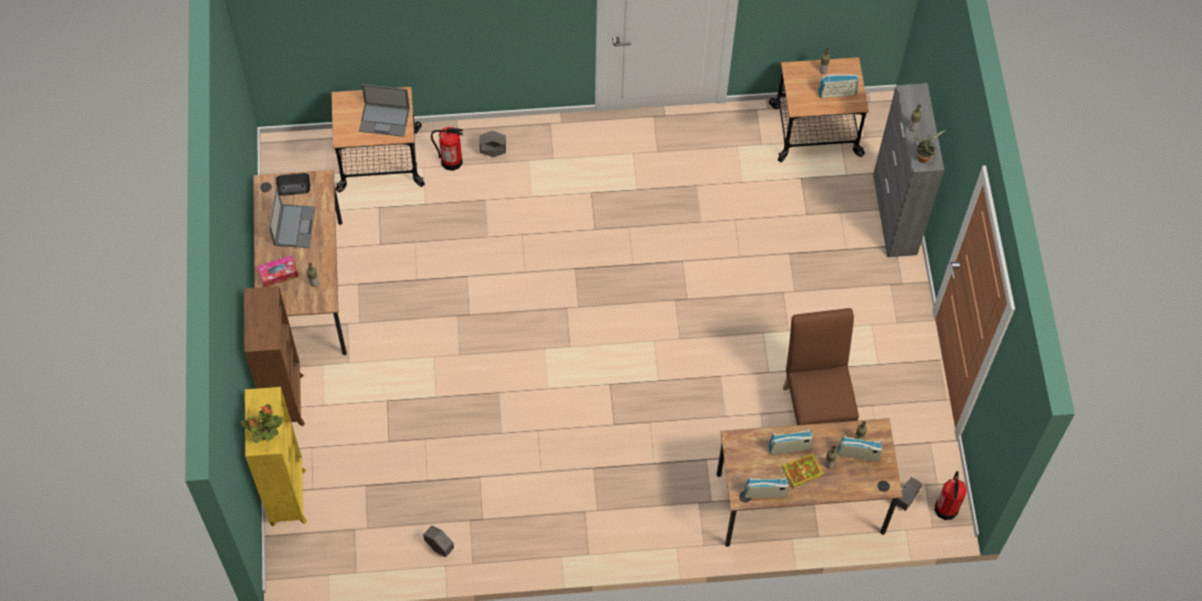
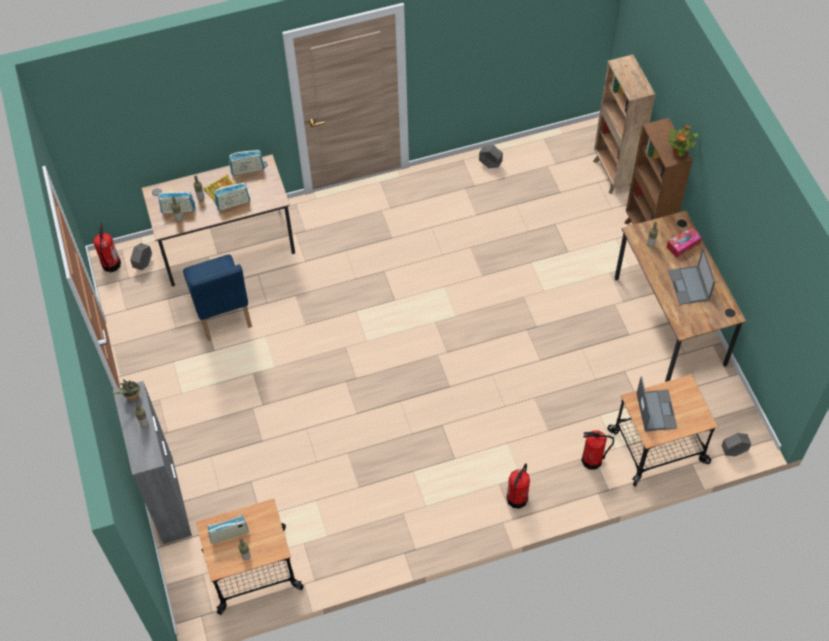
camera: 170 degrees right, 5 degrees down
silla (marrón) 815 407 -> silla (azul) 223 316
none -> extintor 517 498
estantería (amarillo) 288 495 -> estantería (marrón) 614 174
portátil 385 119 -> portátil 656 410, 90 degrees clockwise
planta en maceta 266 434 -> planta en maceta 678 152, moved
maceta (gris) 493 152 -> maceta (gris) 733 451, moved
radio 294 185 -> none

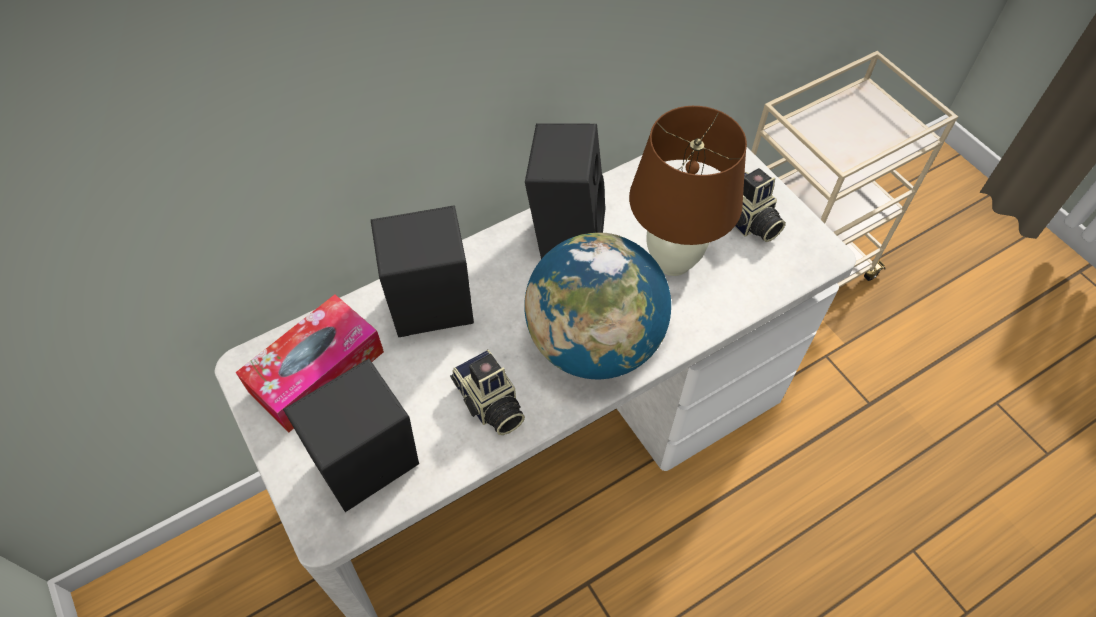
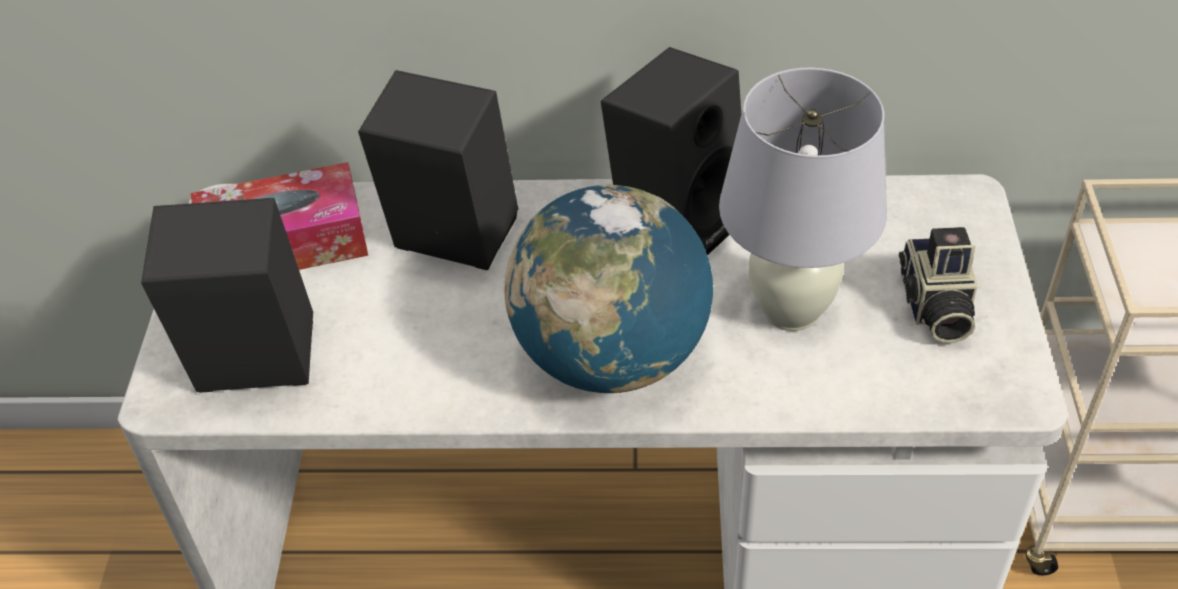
camera: 35 degrees right, 10 degrees down
lámpara de mesa (marrón) 673 261 -> lámpara de mesa (blanco) 791 311
cámara 489 404 -> none

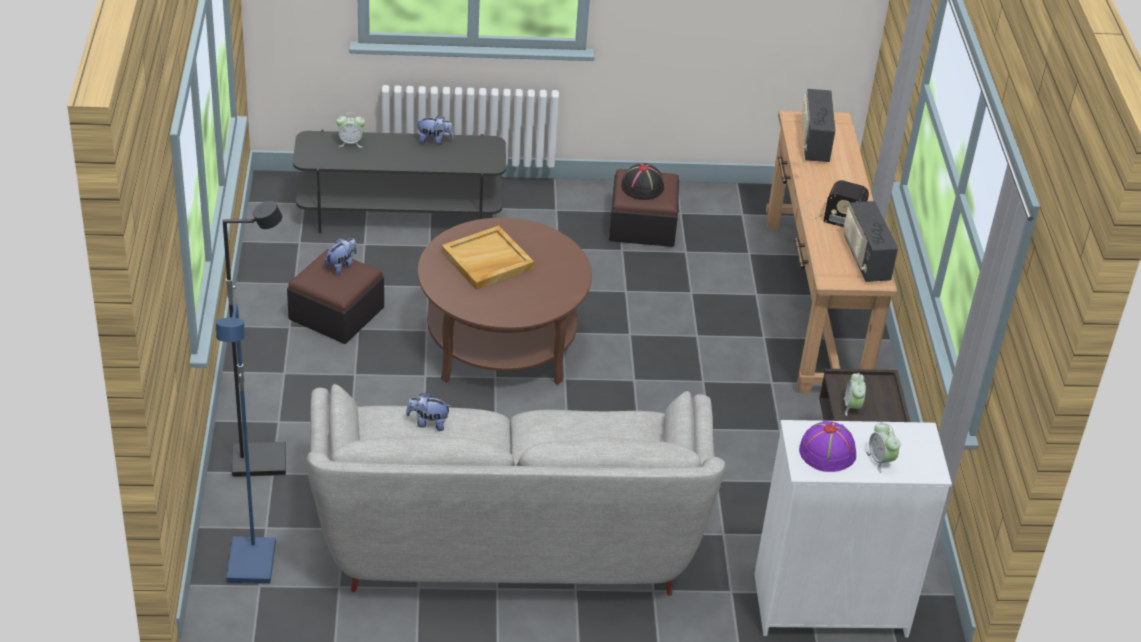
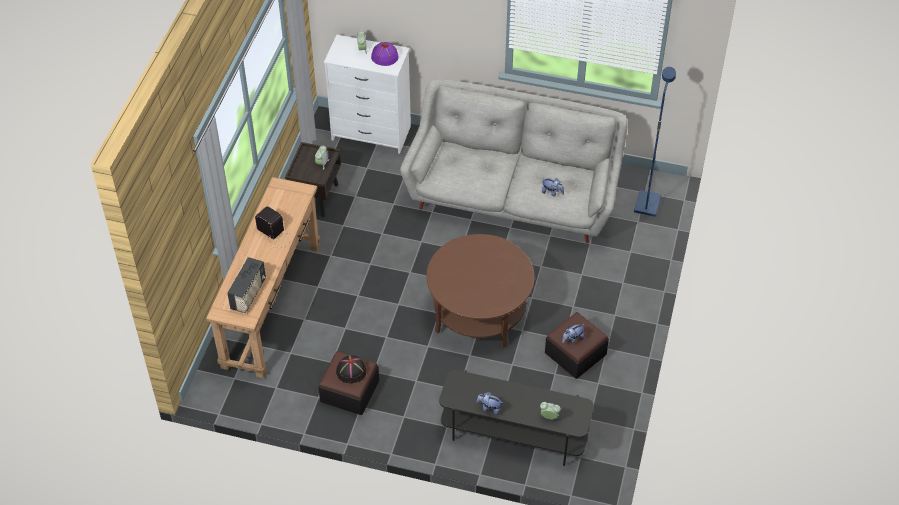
camera: 160 degrees left, 10 degrees up
lámpara de pie (negro) 260 461 -> none
bandeja (beis) 487 261 -> none
radio 865 259 -> none

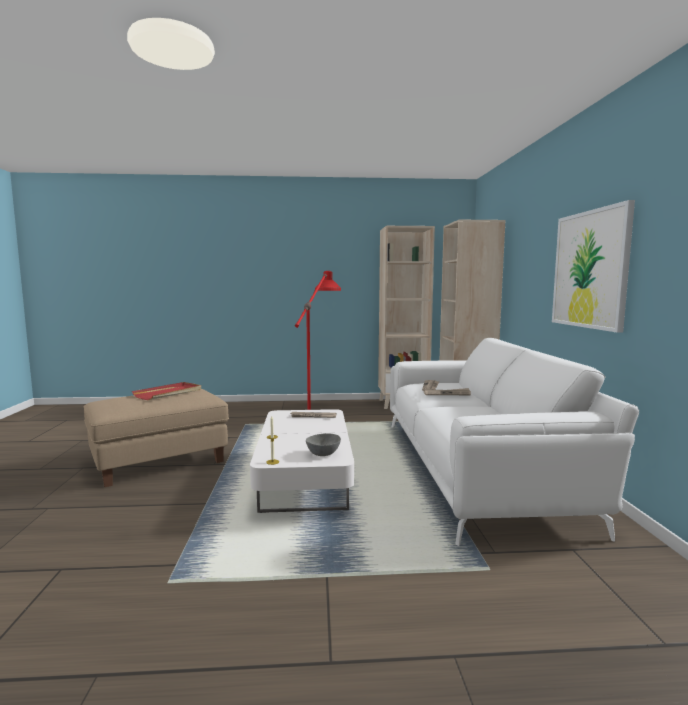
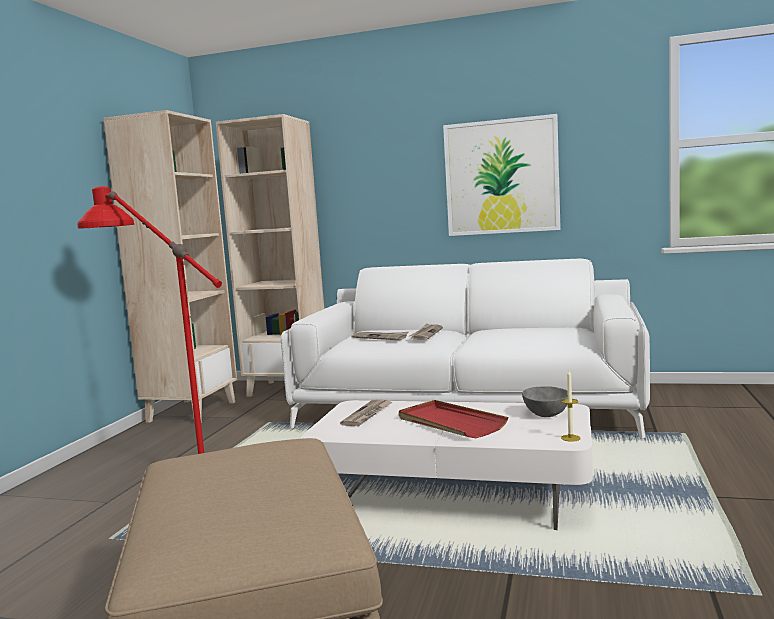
camera: 70 degrees left, 0 degrees up
bandeja (rojo) 169 393 -> bandeja (rojo) 450 423, moved

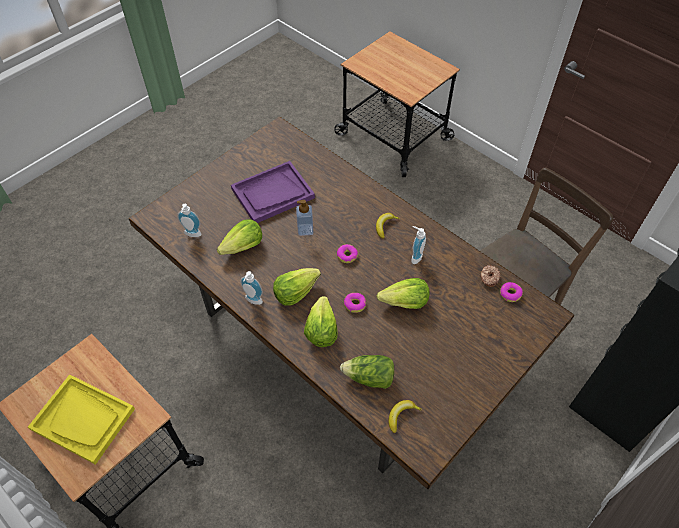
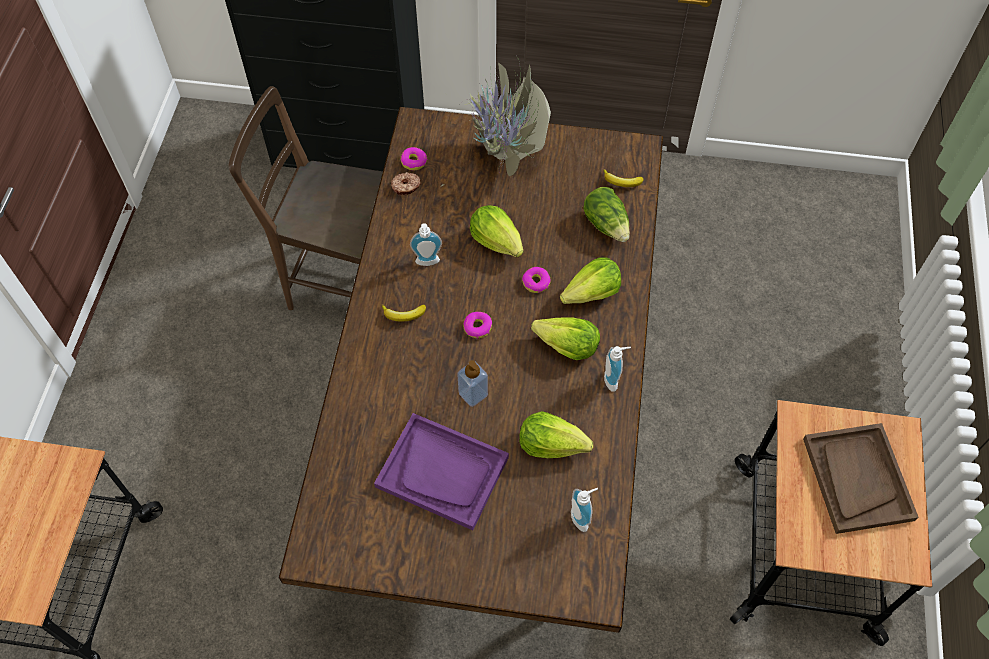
camera: 125 degrees left, 5 degrees up
none -> planta en maceta 505 159
bandeja (amarillo) 83 419 -> bandeja (marrón) 857 478

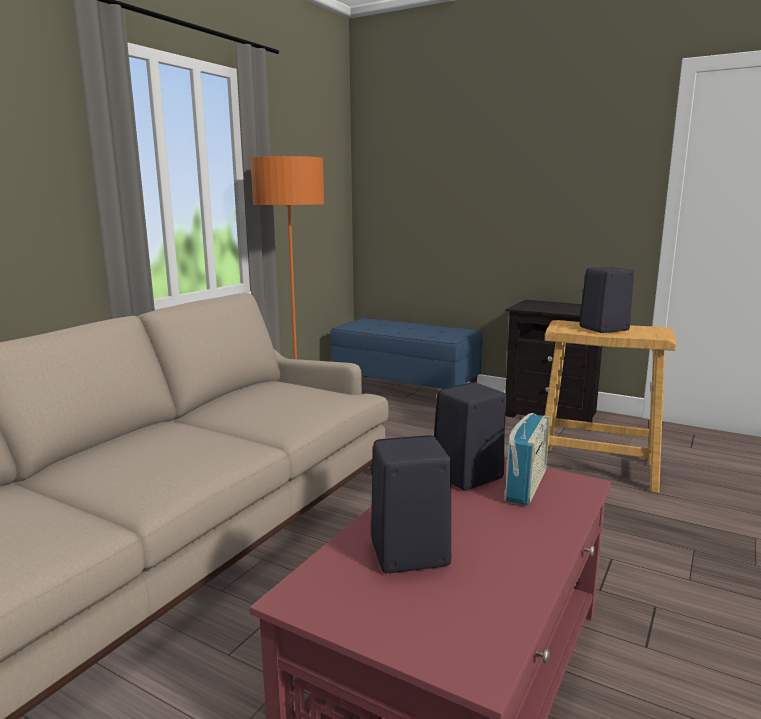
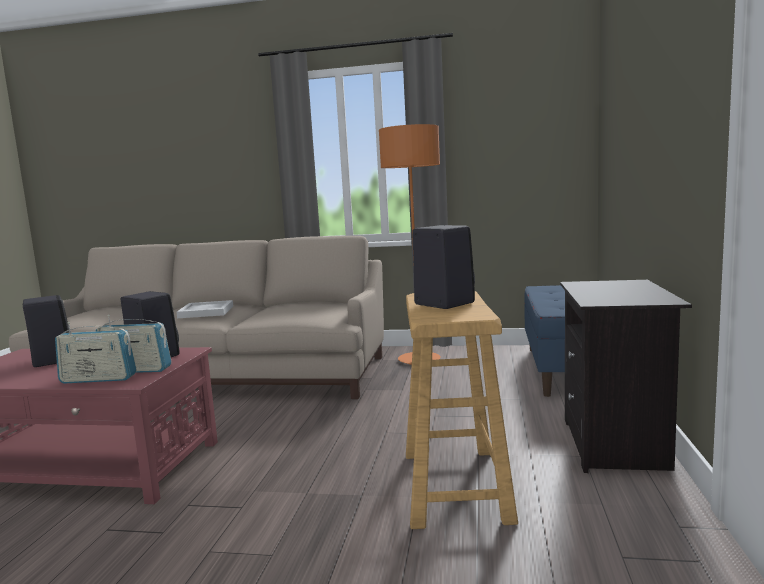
camera: 70 degrees right, 5 degrees down
none -> radio 98 379
none -> bandeja (blanco) 205 312

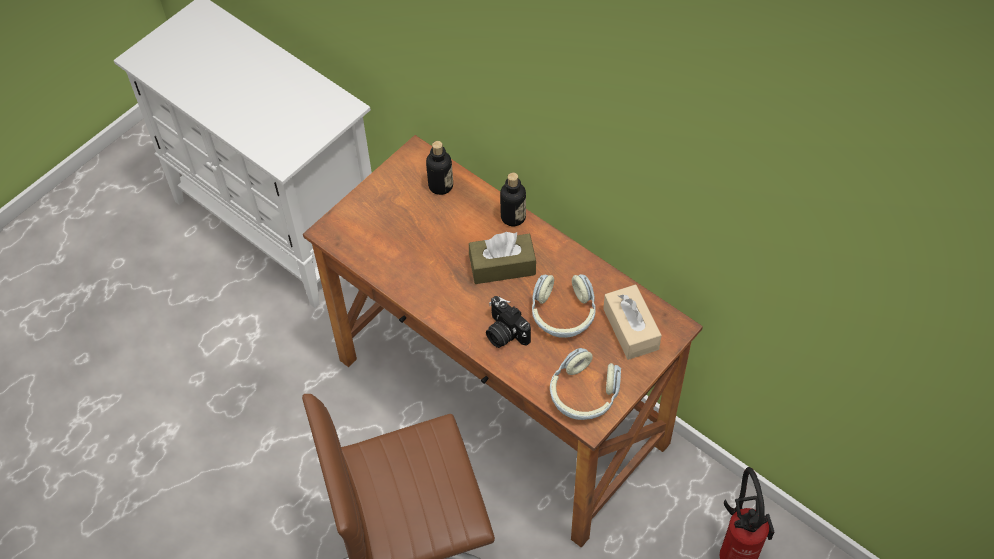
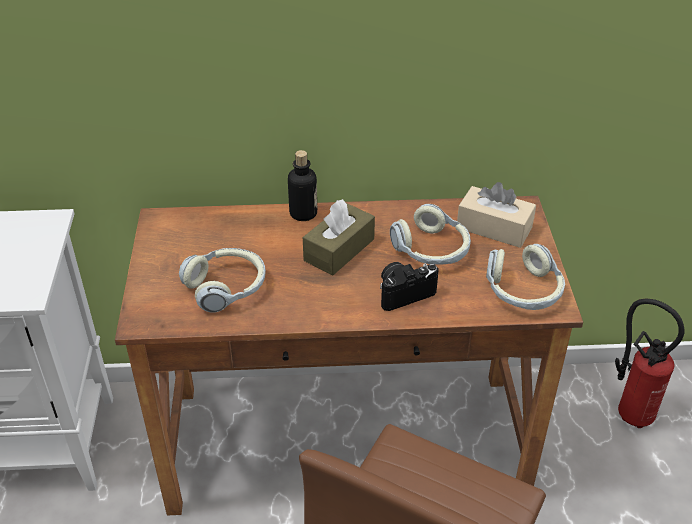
camera: 45 degrees left, 15 degrees down
none -> auriculares 226 288
cámara 504 333 -> cámara 404 293, 150 degrees clockwise
botella 441 186 -> none

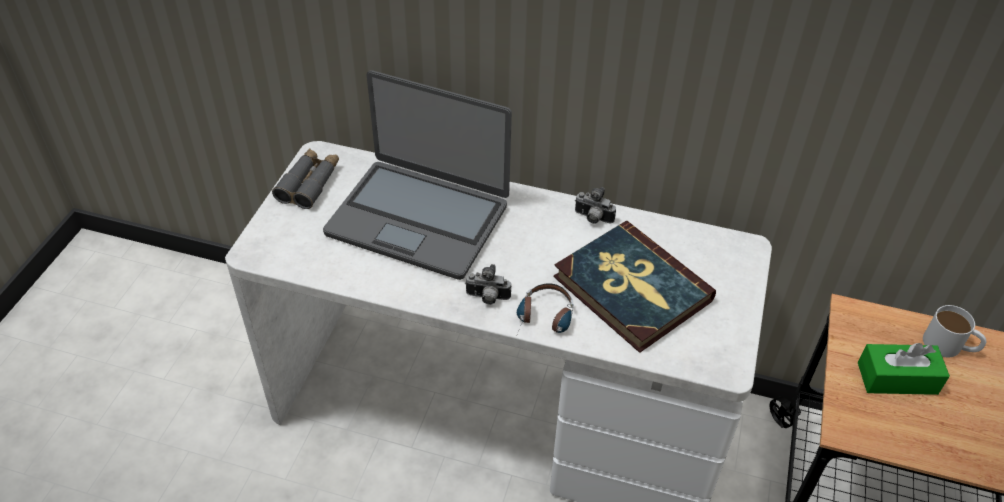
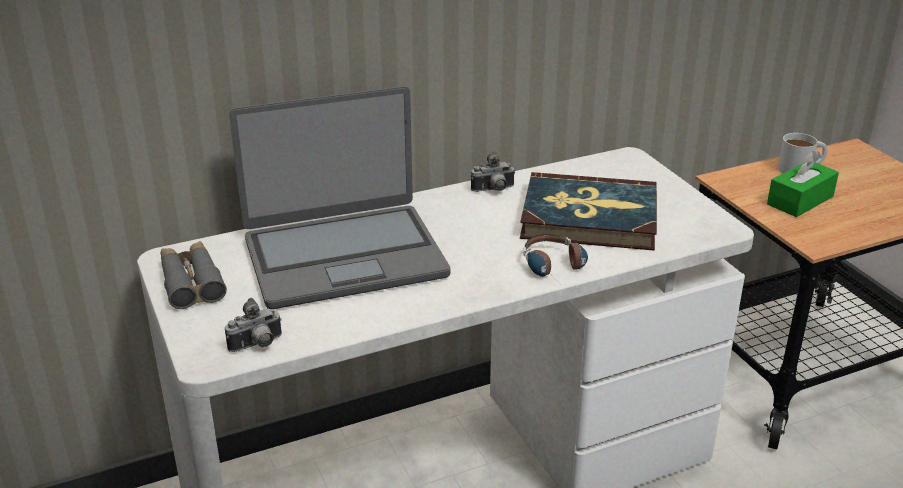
camera: 40 degrees left, 15 degrees down
cámara 487 298 -> cámara 257 345, moved

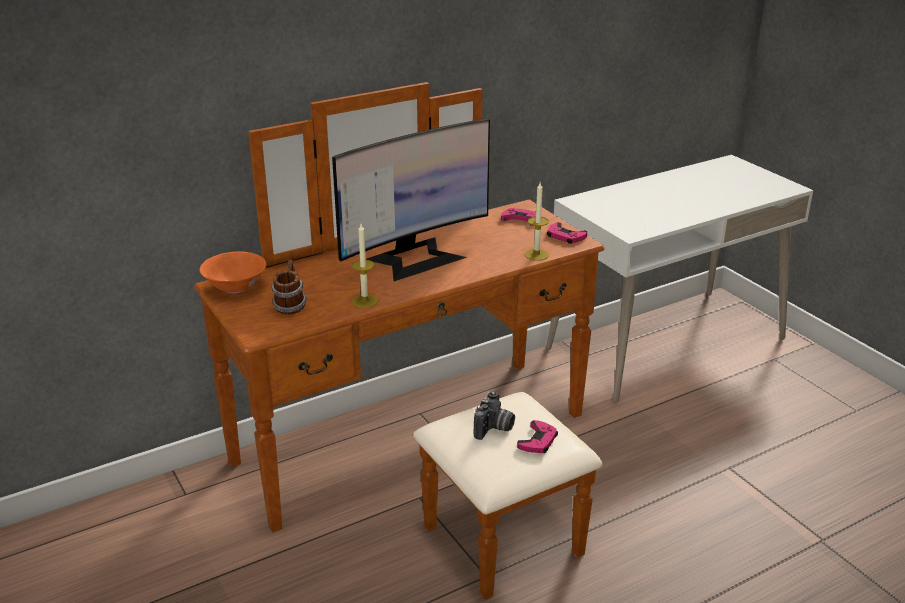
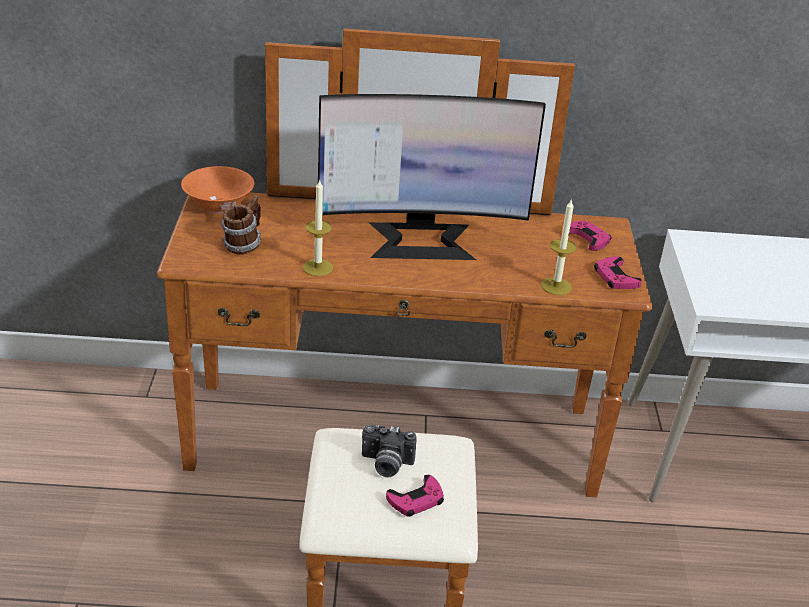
camera: 30 degrees right, 5 degrees up
cámara 494 429 -> cámara 385 465, 45 degrees clockwise

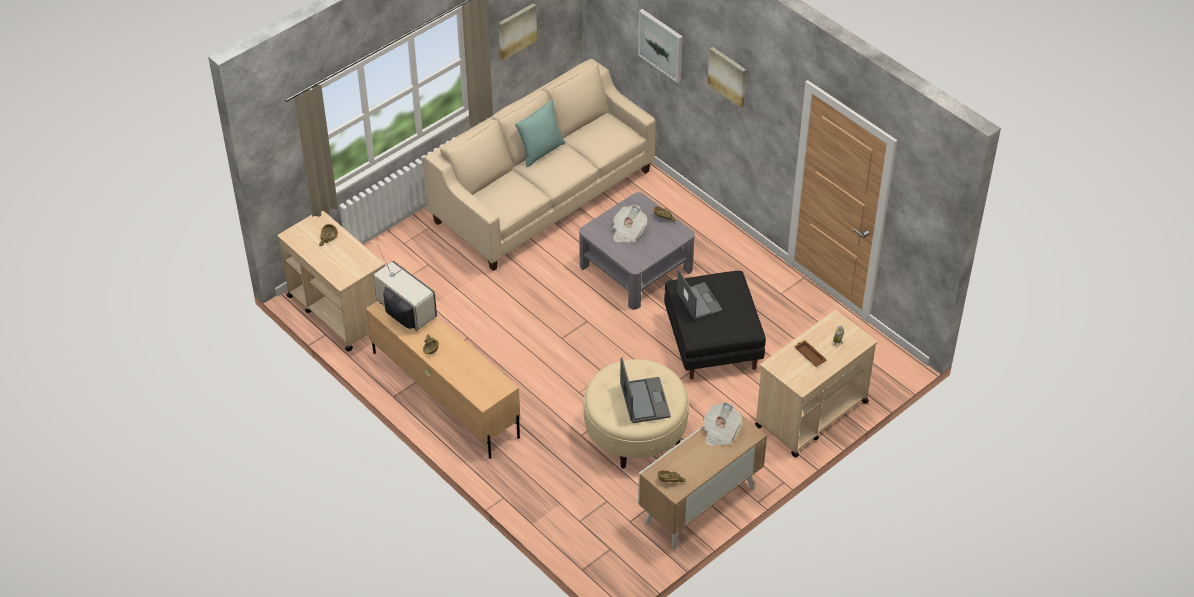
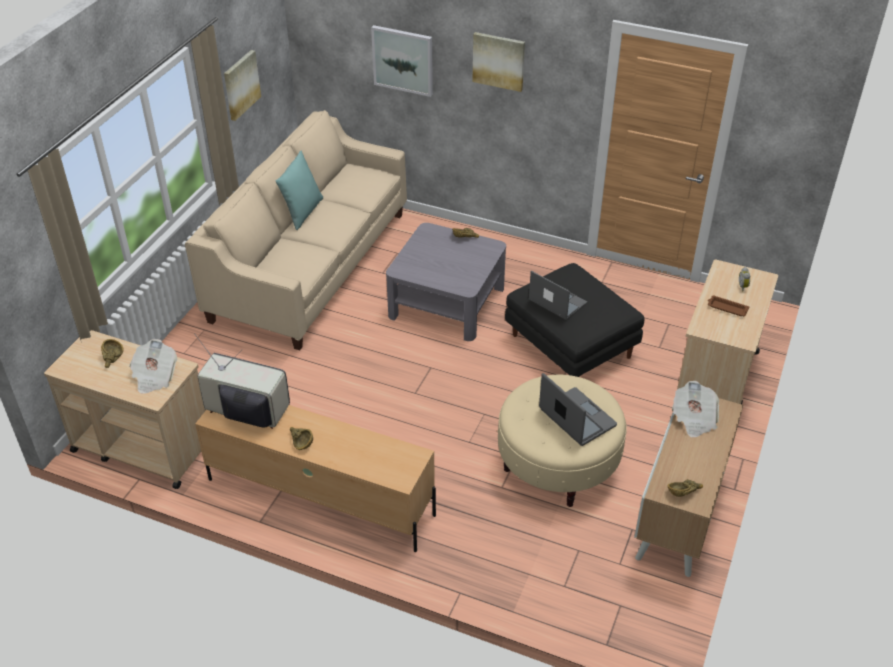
camera: 25 degrees left, 5 degrees down
periódico 628 232 -> periódico 154 376, moved

